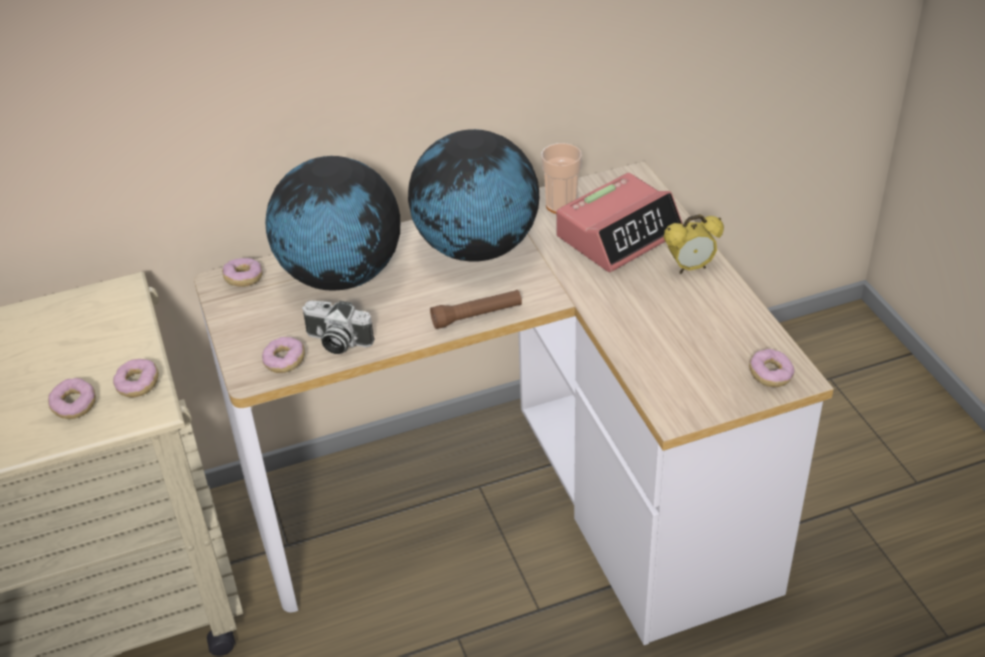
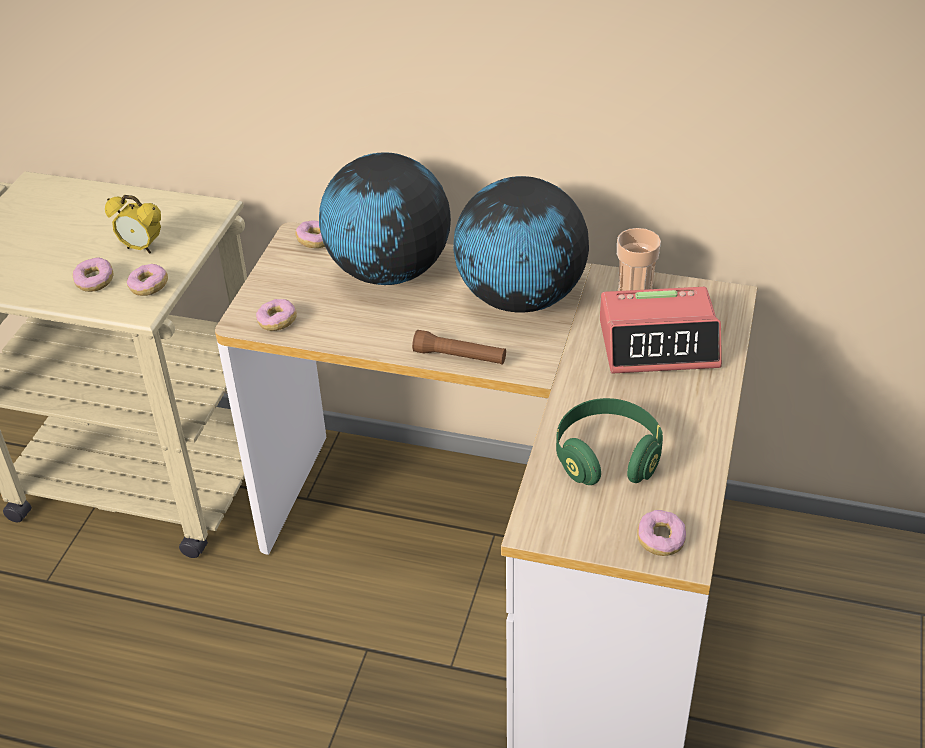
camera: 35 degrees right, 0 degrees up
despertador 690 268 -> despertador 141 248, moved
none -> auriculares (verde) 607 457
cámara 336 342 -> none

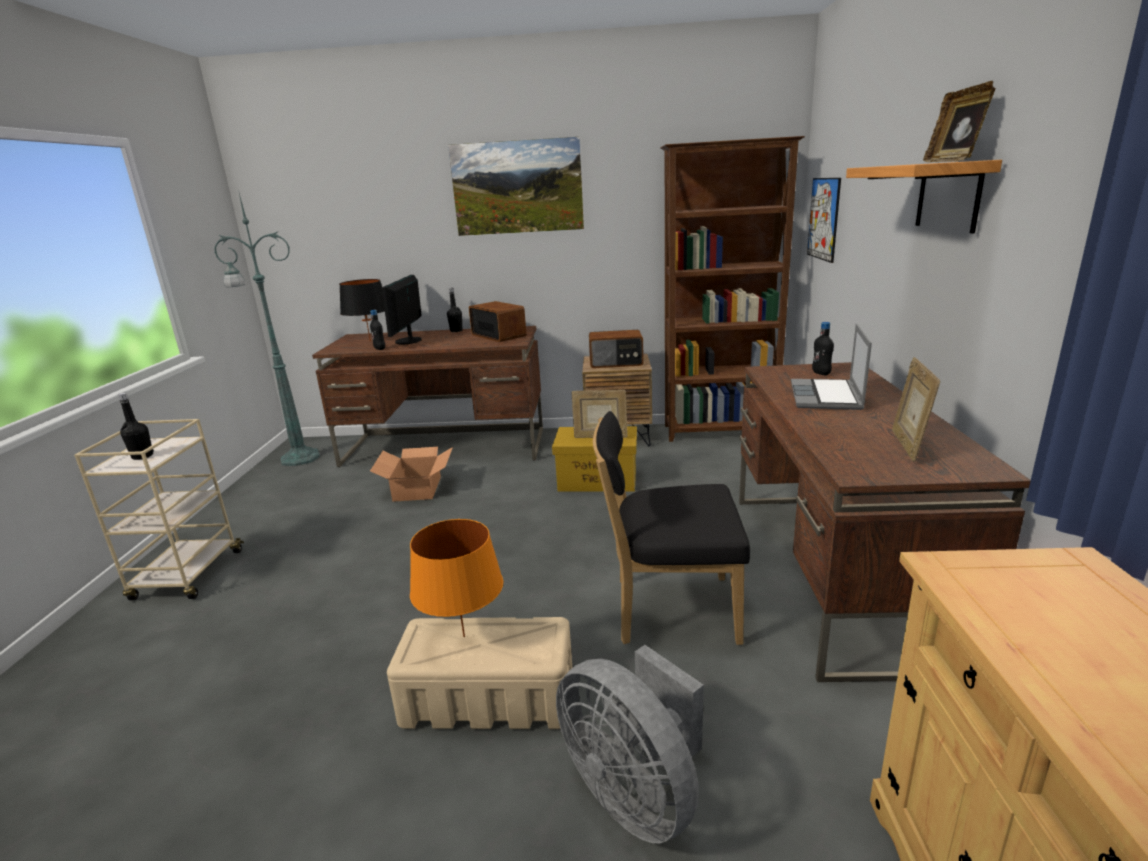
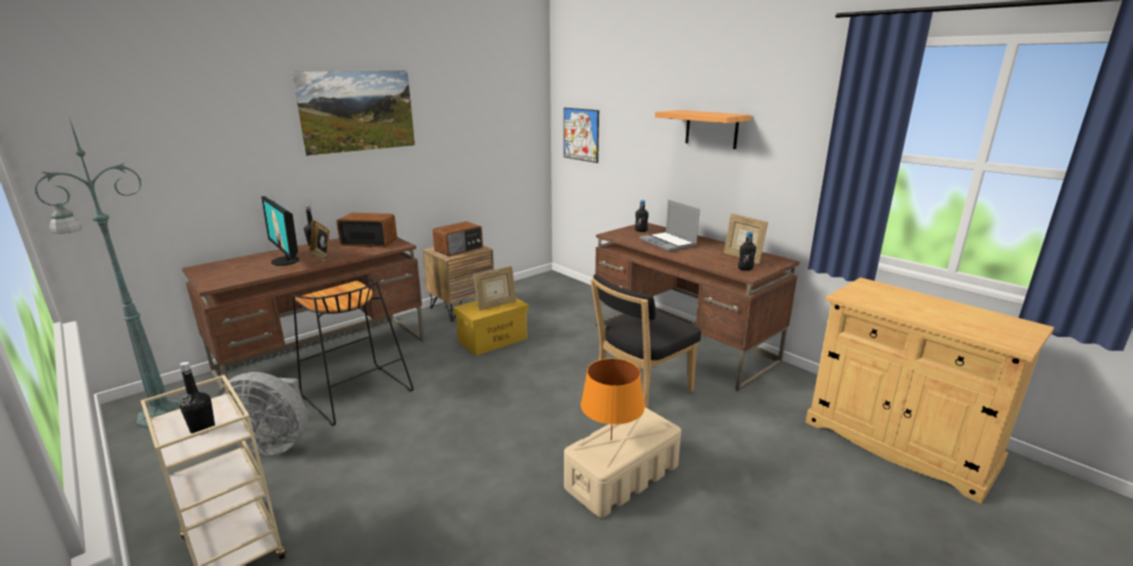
camera: 45 degrees left, 0 degrees up
ventilador (gris) 635 792 -> ventilador (gris) 274 443, moved
caja de cartón 416 489 -> taburete (negro) 355 393
portarretratos 952 161 -> portarretratos 322 257, moved
botella (negro) 380 349 -> botella (negro) 745 269, moved
lámpara de mesa (negro) 370 341 -> none
estantería (marrón) 720 432 -> none

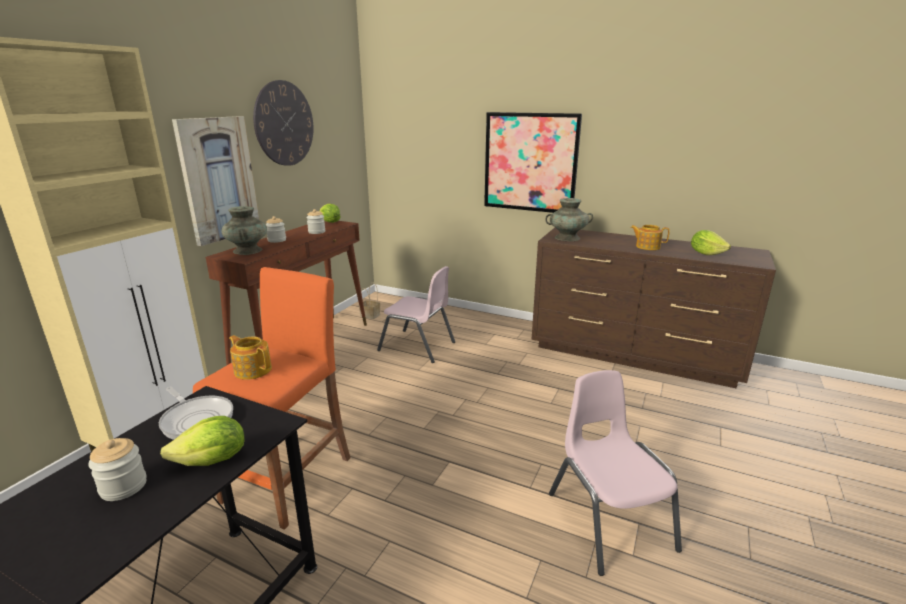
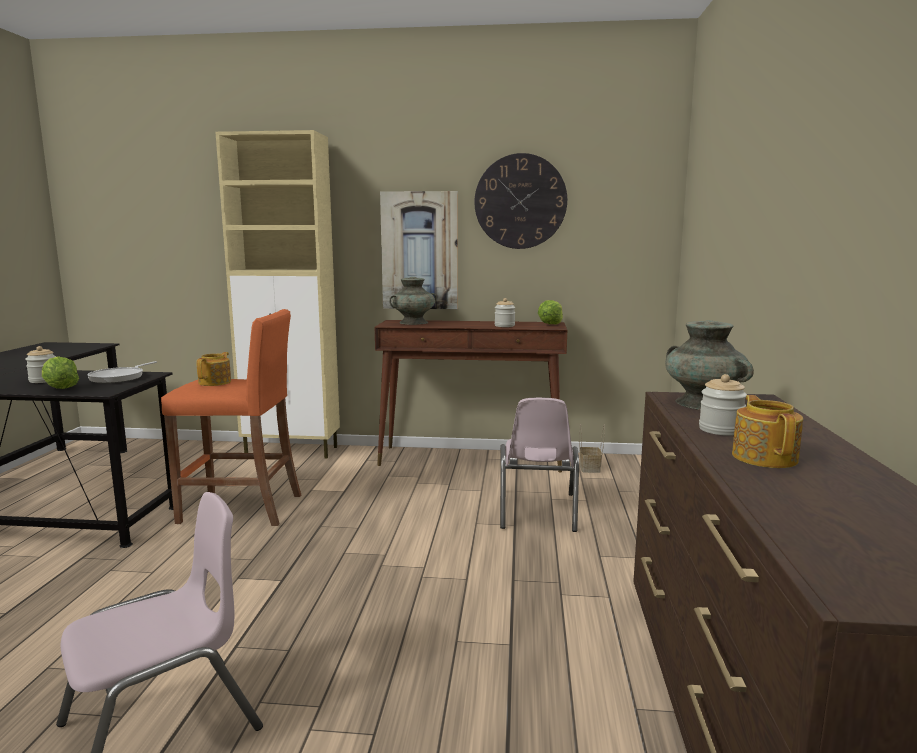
camera: 70 degrees right, 10 degrees down
tarro 277 240 -> tarro 720 430, moved
cuadro 530 162 -> none
lechuga 706 253 -> none

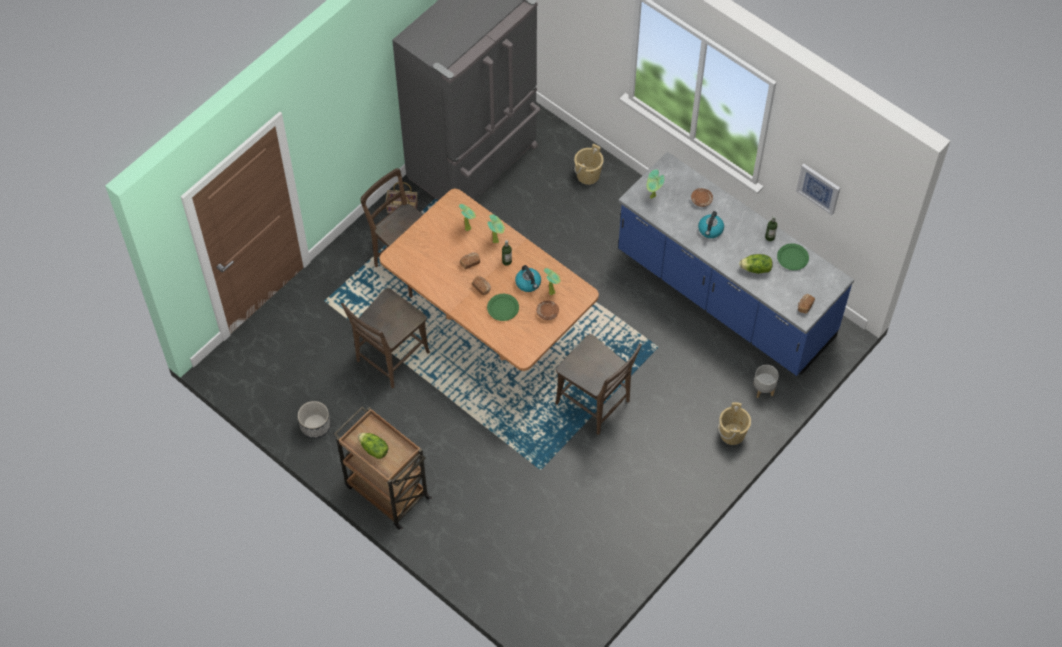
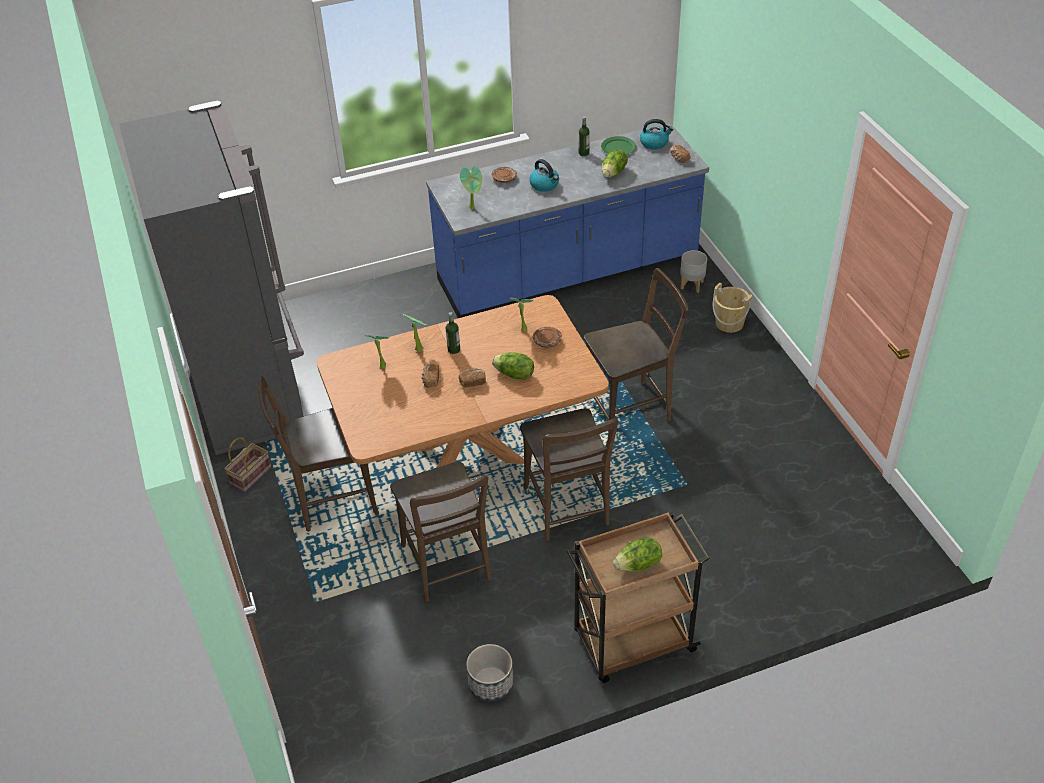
camera: 60 degrees left, 15 degrees down
plato (verde) 502 308 -> lechuga 514 375
none -> silla (marrón) 567 510
hervidor 528 283 -> hervidor 654 143, moved
cubo (beis) 588 175 -> none
cuadro 818 188 -> none

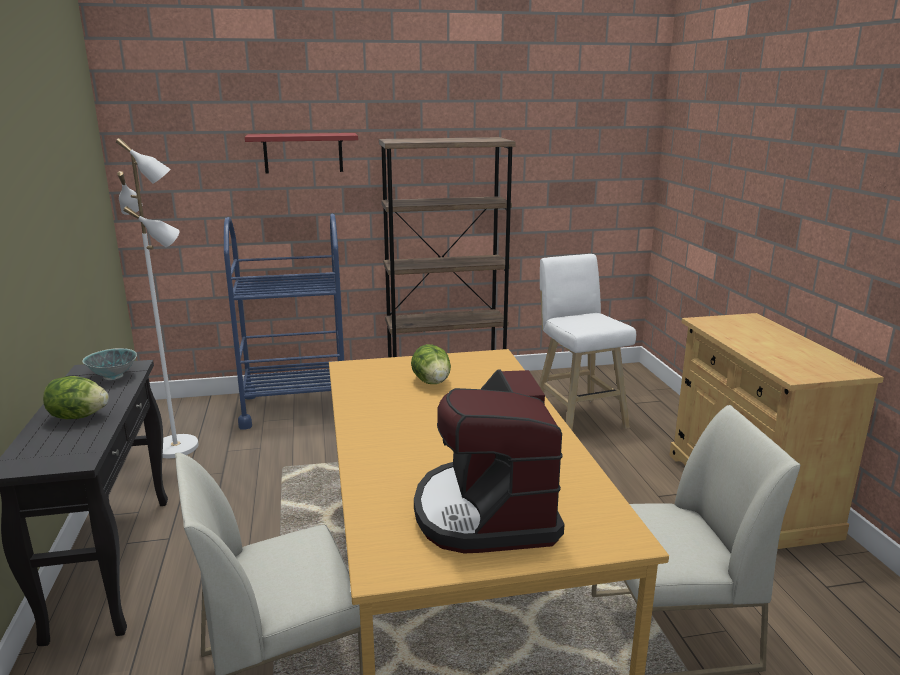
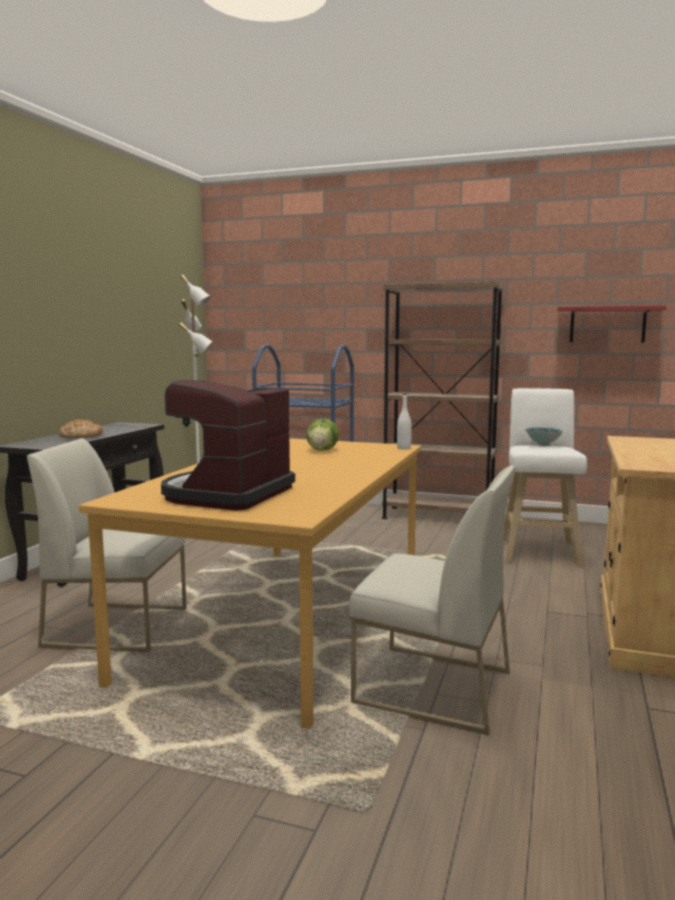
camera: 30 degrees right, 10 degrees down
lechuga 78 416 -> pan 80 436
none -> botella (blanco) 403 448
cuenco 113 377 -> cuenco 543 445, moved
estante (rojo) 303 153 -> estante (rojo) 607 324, moved

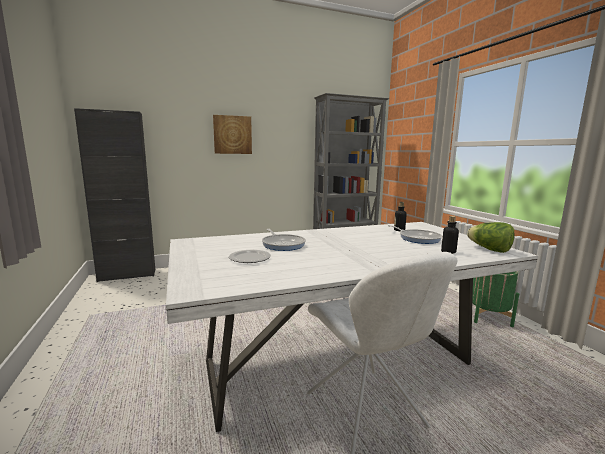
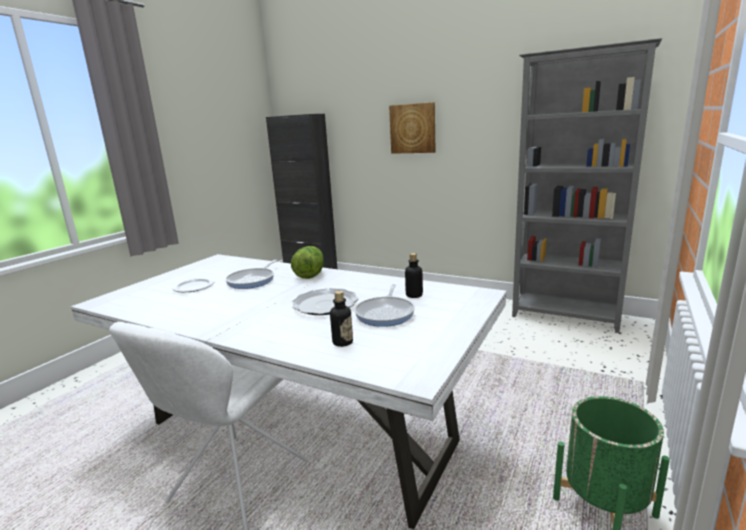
camera: 50 degrees right, 5 degrees up
lechuga 489 249 -> lechuga 310 274, moved
none -> plato 325 304

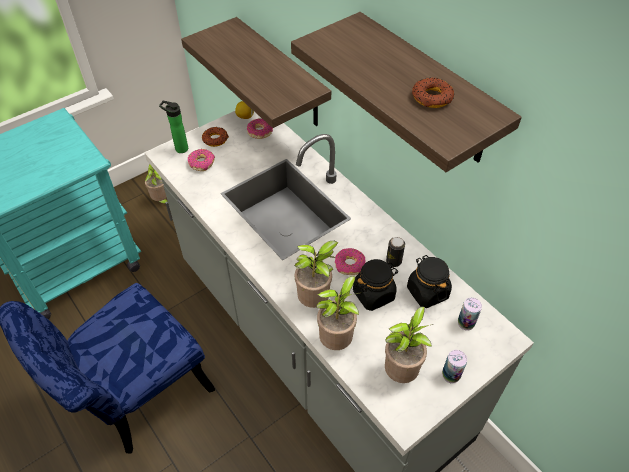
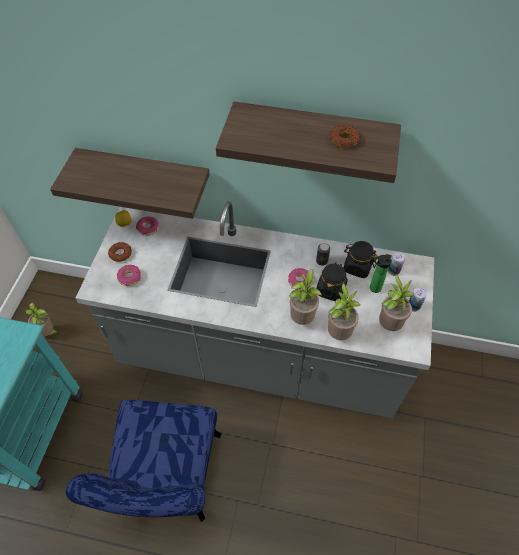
camera: 40 degrees left, 5 degrees up
botella 179 148 -> botella 373 288, moved

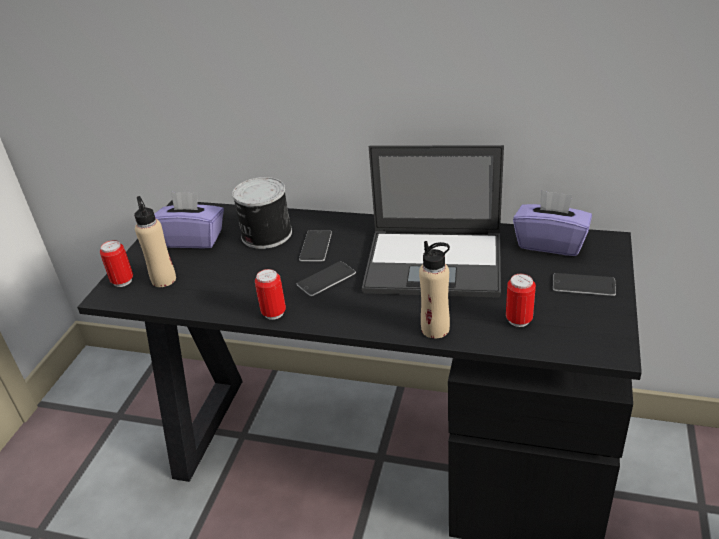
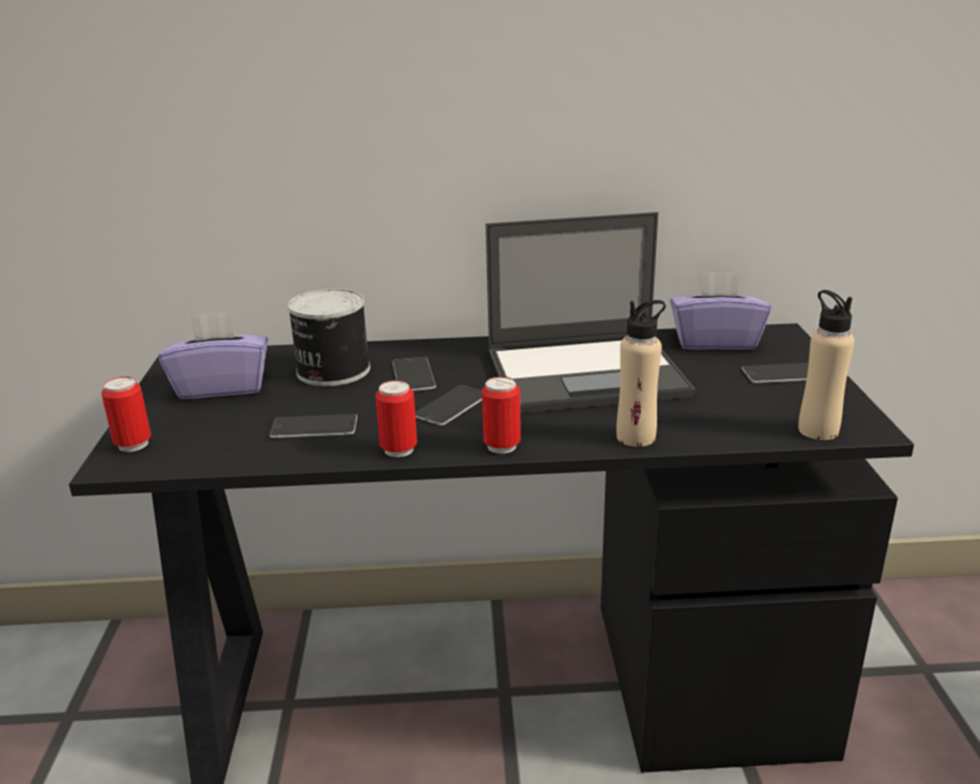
camera: 20 degrees left, 10 degrees down
none -> móvil 314 427
lata 519 320 -> lata 502 446, moved
botella (beis) 164 279 -> botella (beis) 818 430, moved

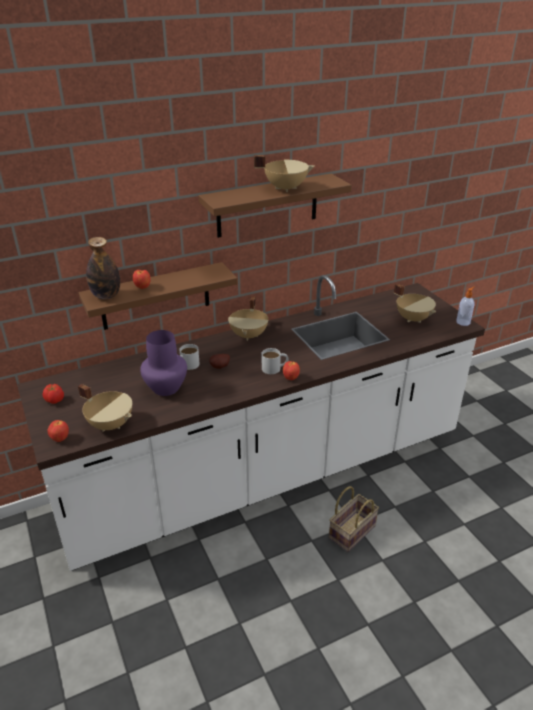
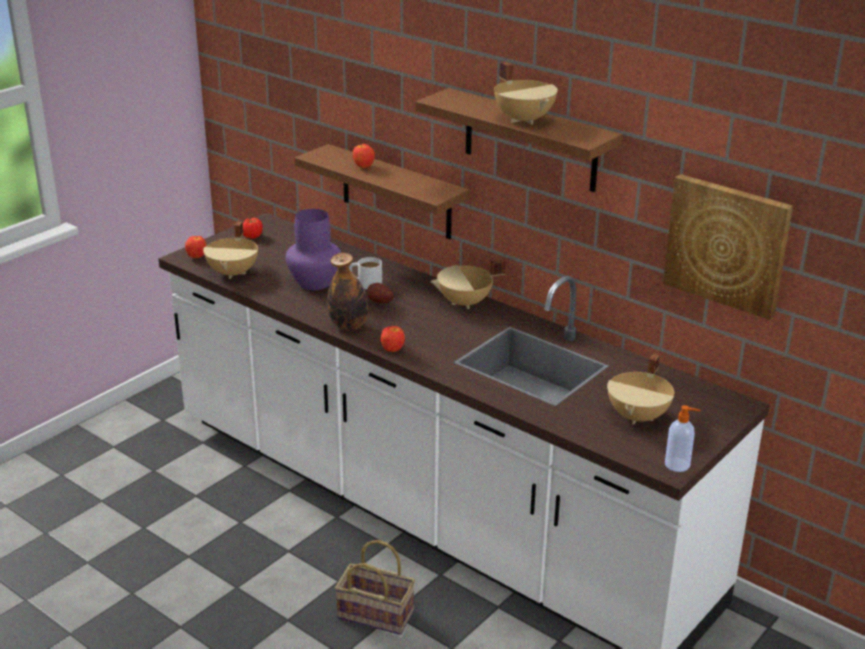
camera: 65 degrees right, 5 degrees down
botella 106 296 -> botella 348 326, moved
none -> cuadro 727 244
taza grande (blanco) 275 368 -> none

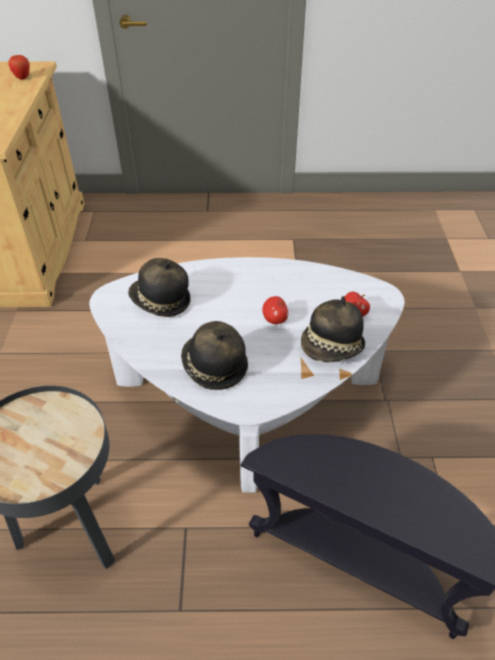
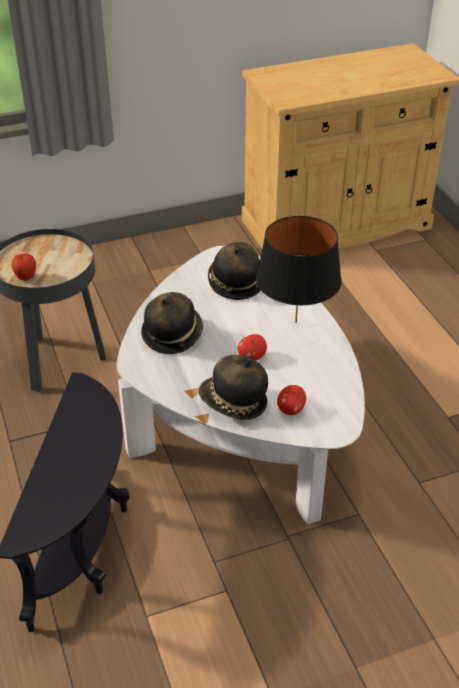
camera: 70 degrees right, 5 degrees down
manzana 22 78 -> manzana 26 278, moved
none -> lámpara de mesa (negro) 295 322

